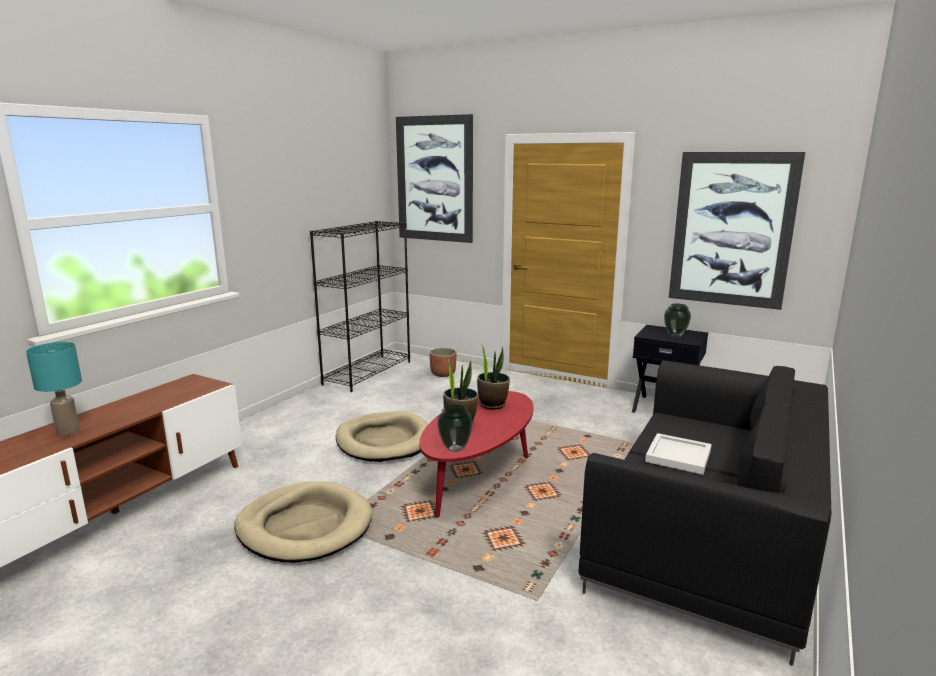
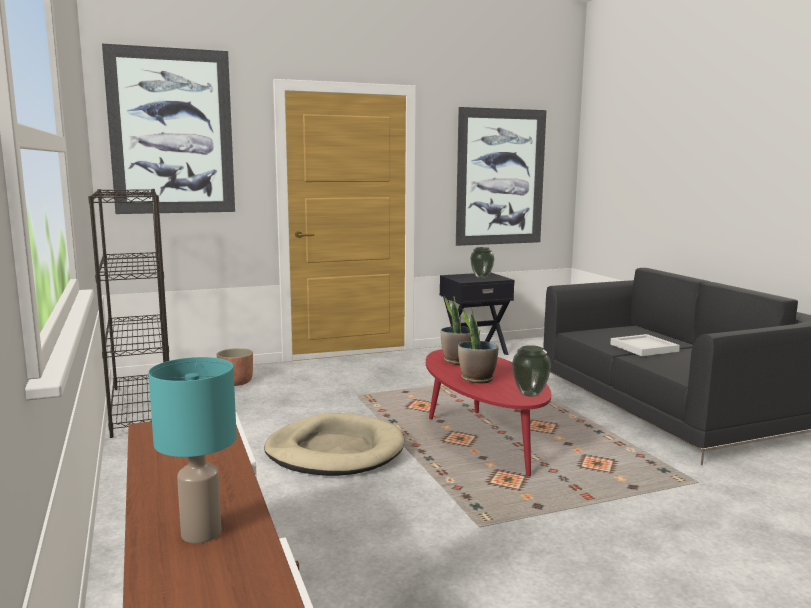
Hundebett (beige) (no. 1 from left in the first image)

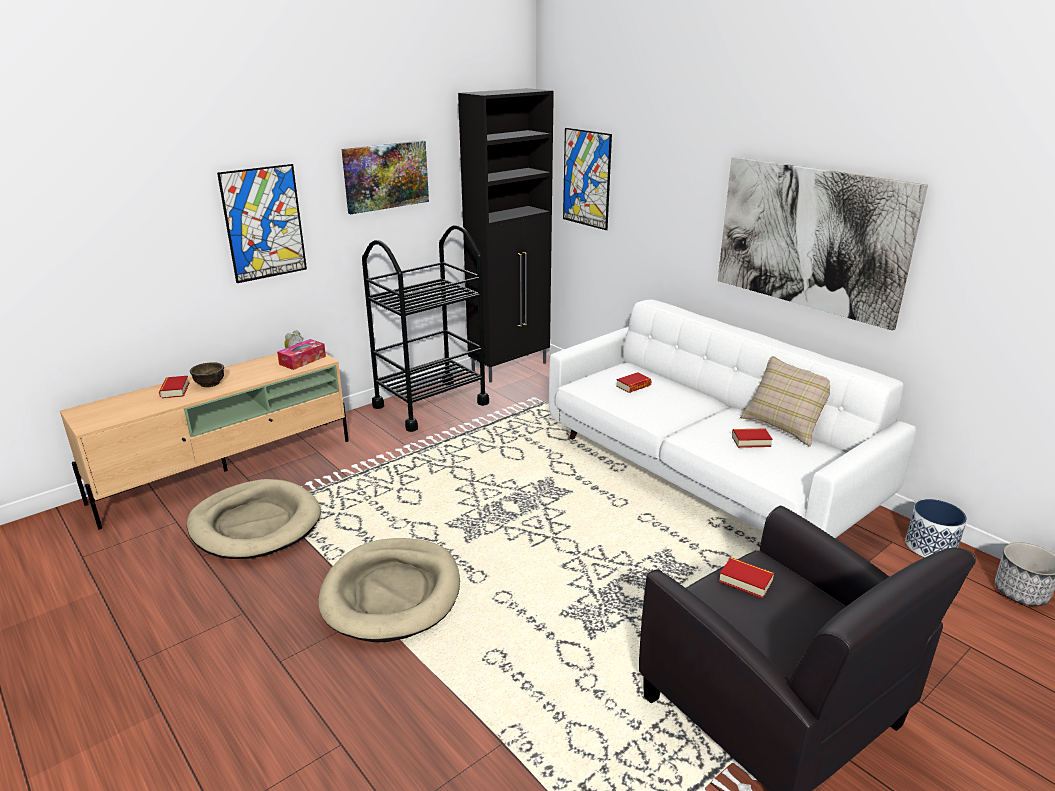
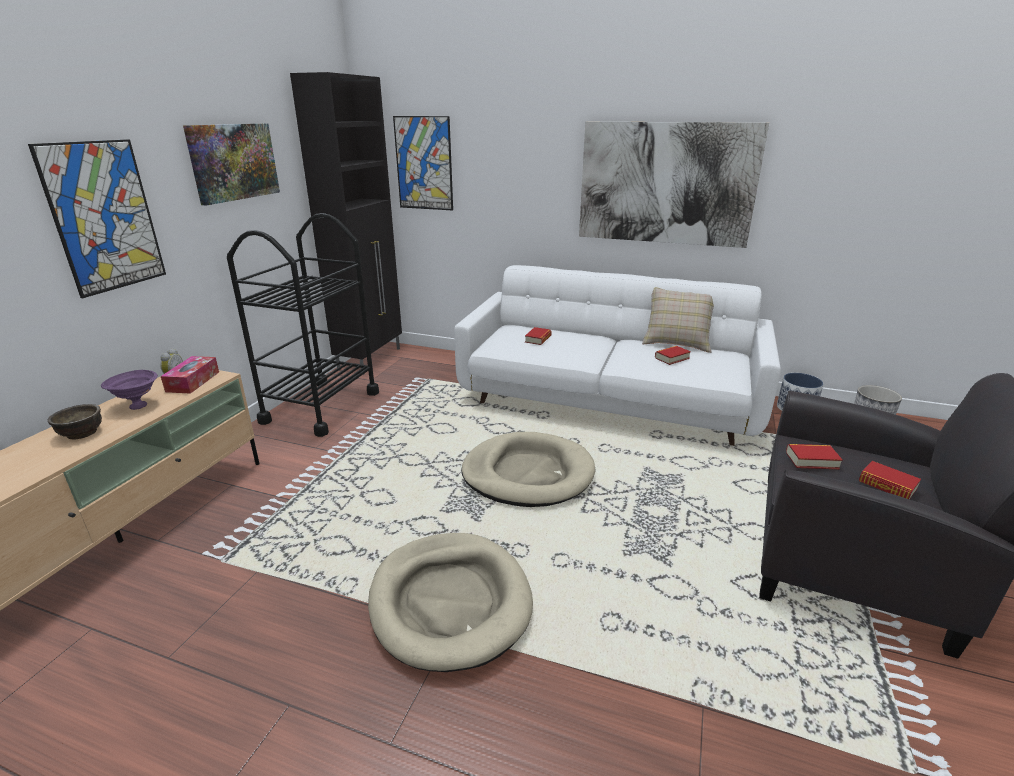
Schüssel (lila)
Buch (no. 4 from left)
Hundebett (beige) (no. 2 from left)

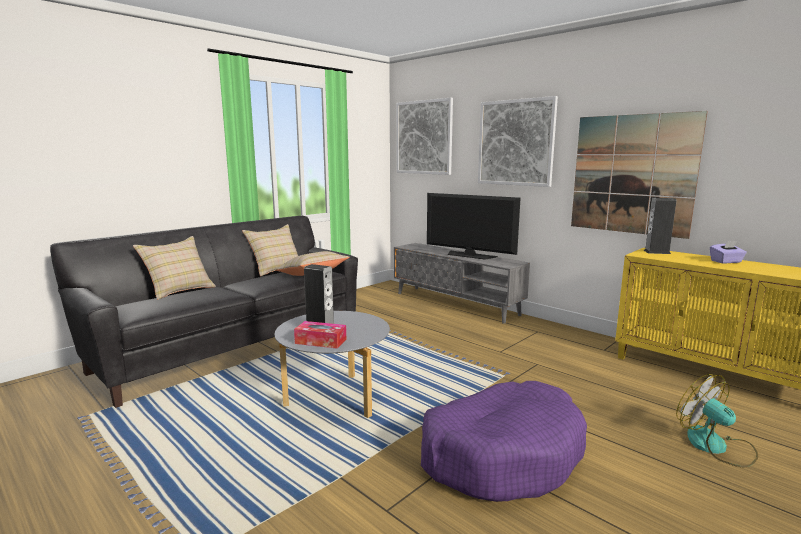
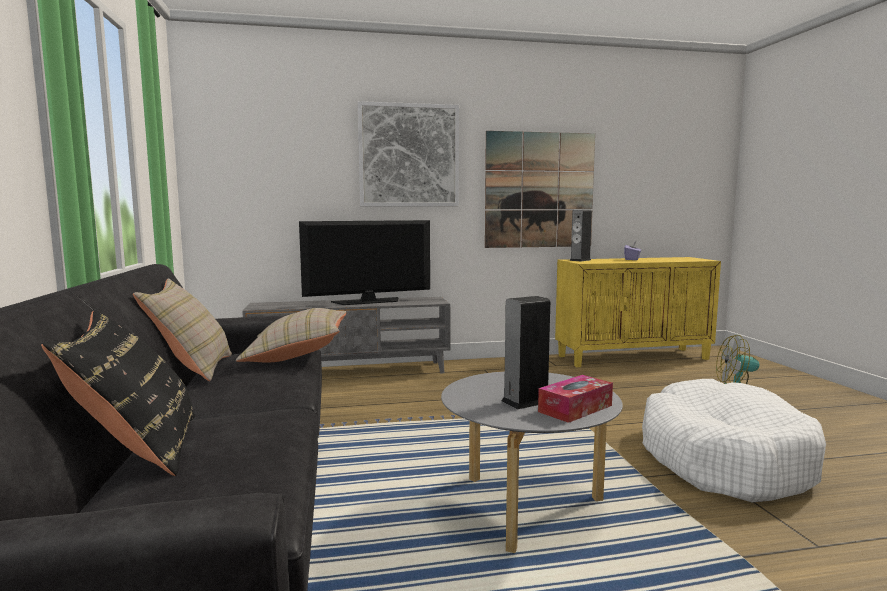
Bild (no. 1 from left in the first image)
Kissen (schwarz)
Hundebett (weiß)

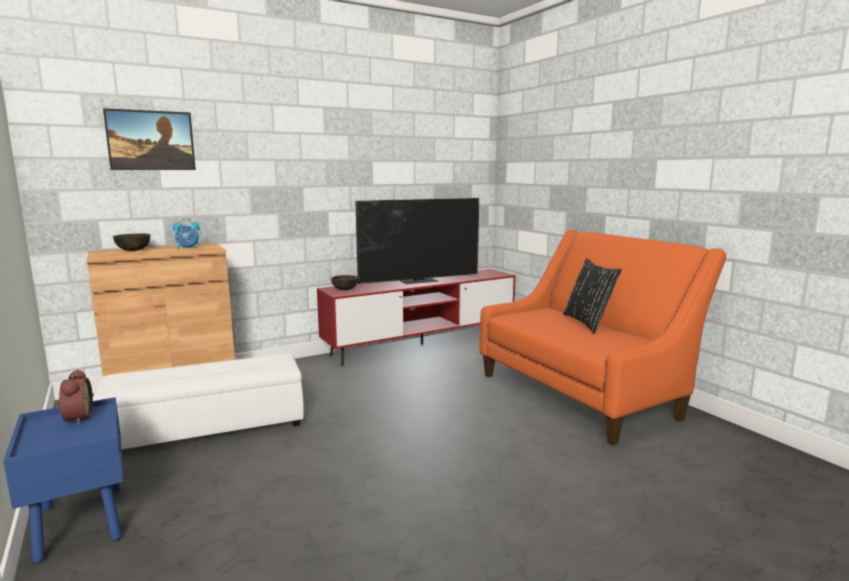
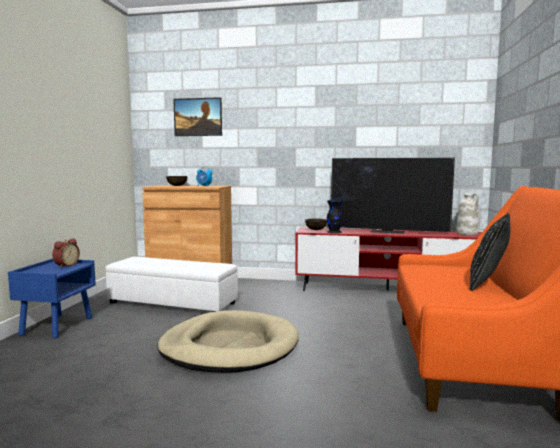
Hundebett (beige)
Vase (schwarz)
Vase (weiß)

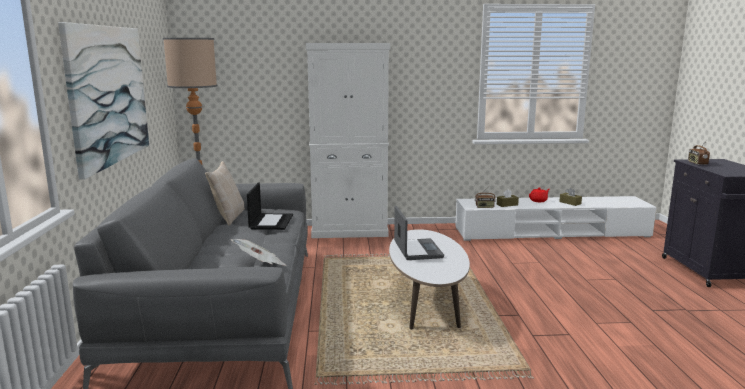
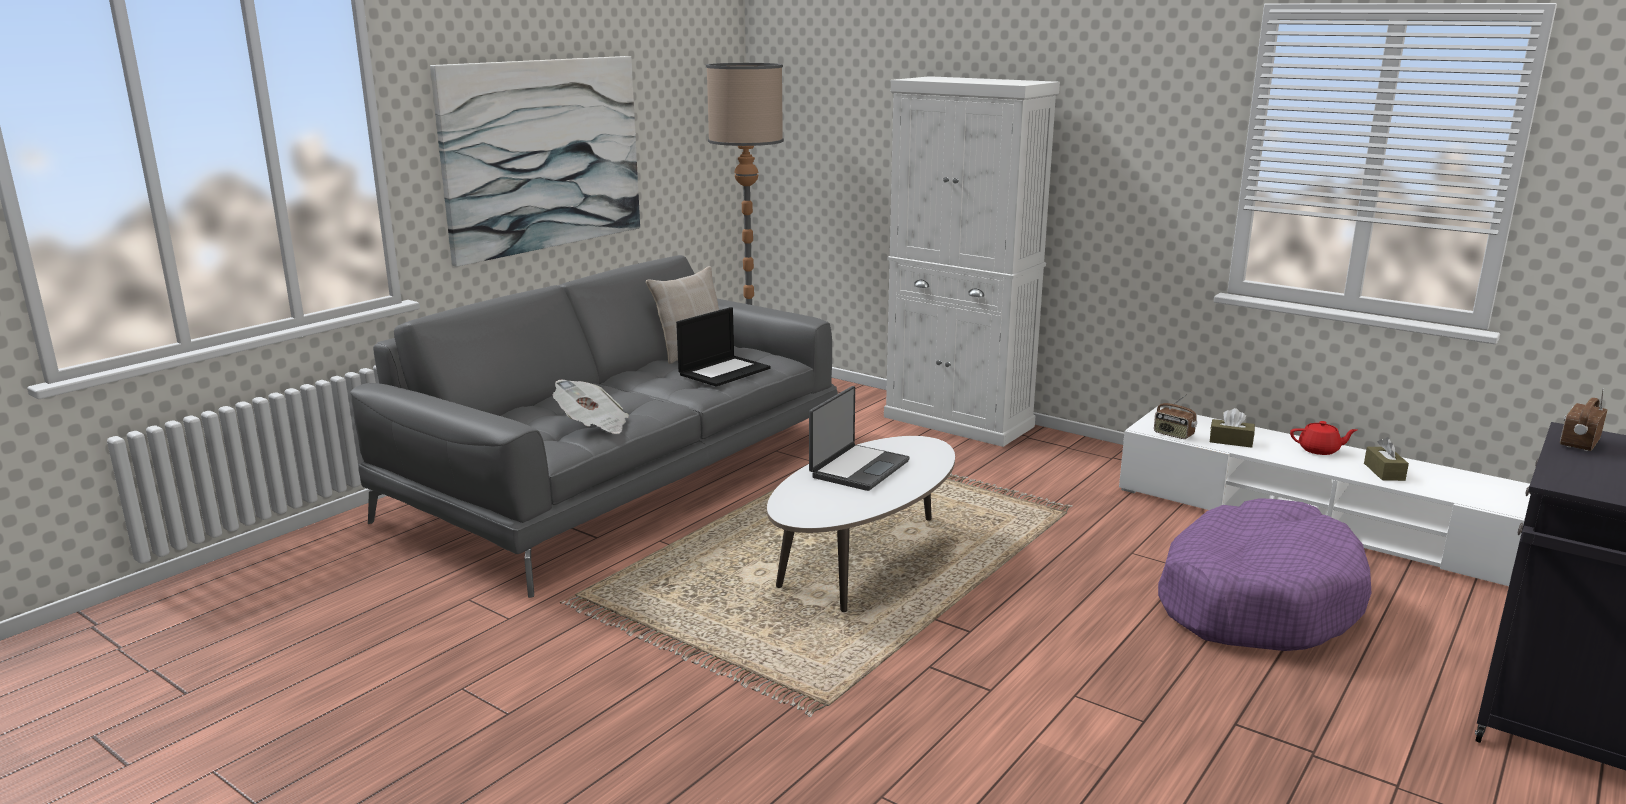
Hundebett (lila)

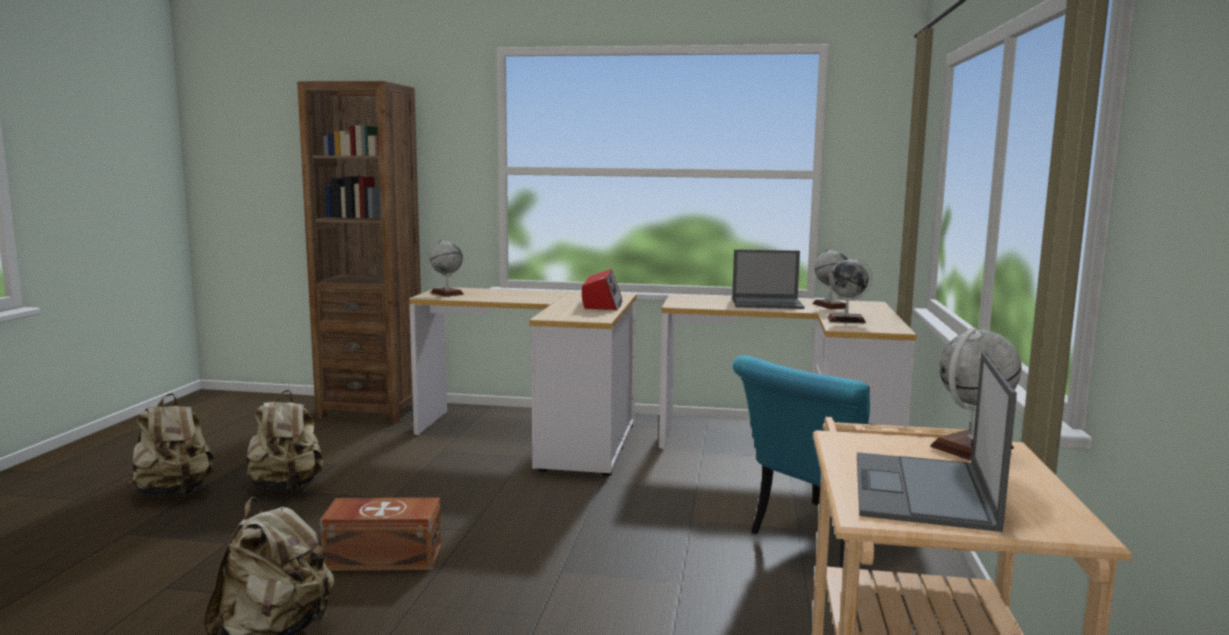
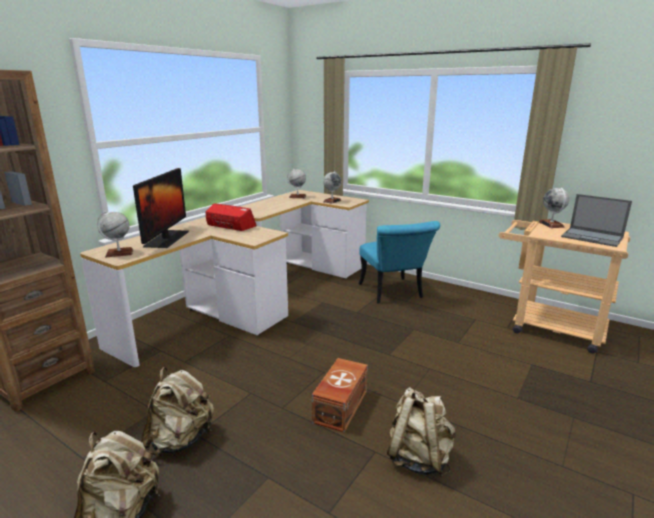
Laptop (no. 1 from left in the first image)
Monitor

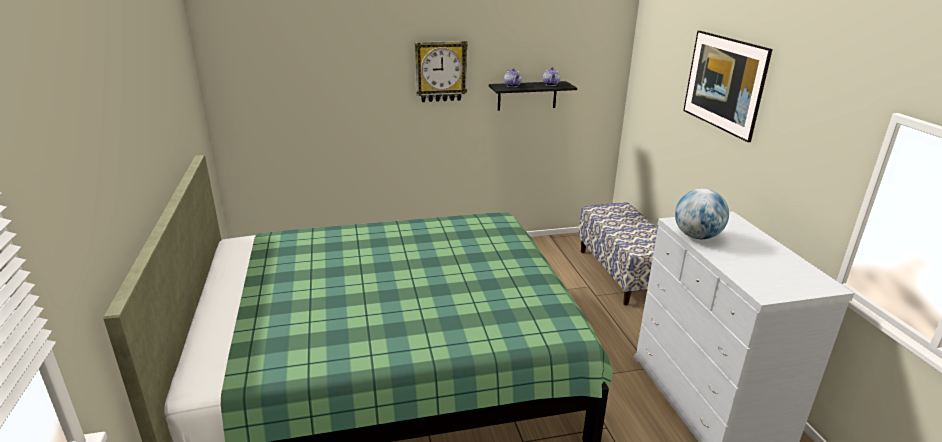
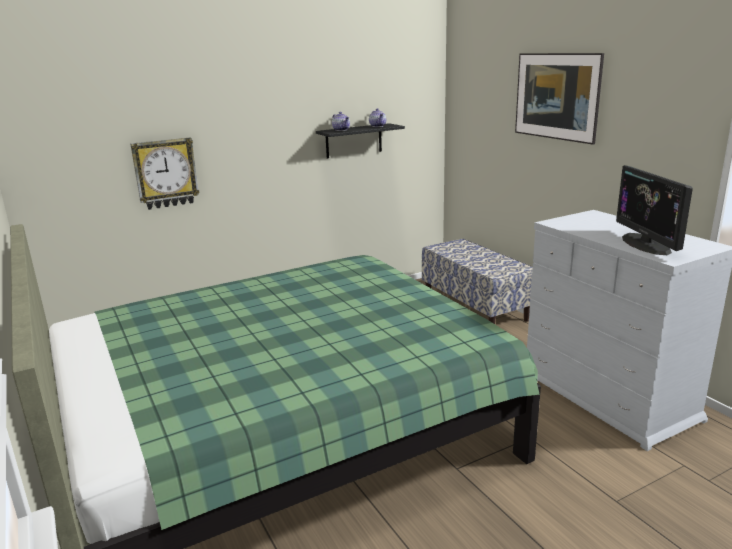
Globus
Monitor
Wanduhr

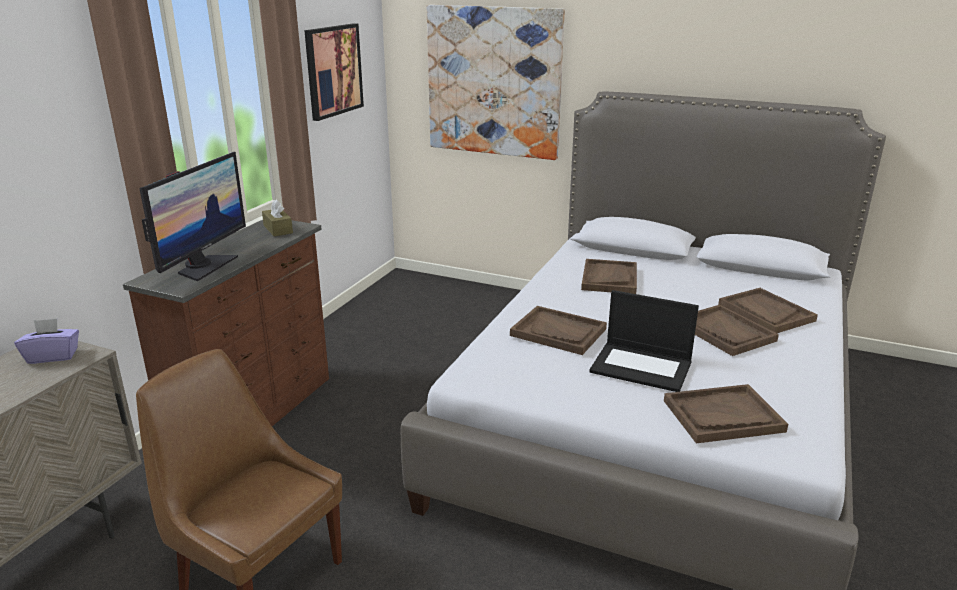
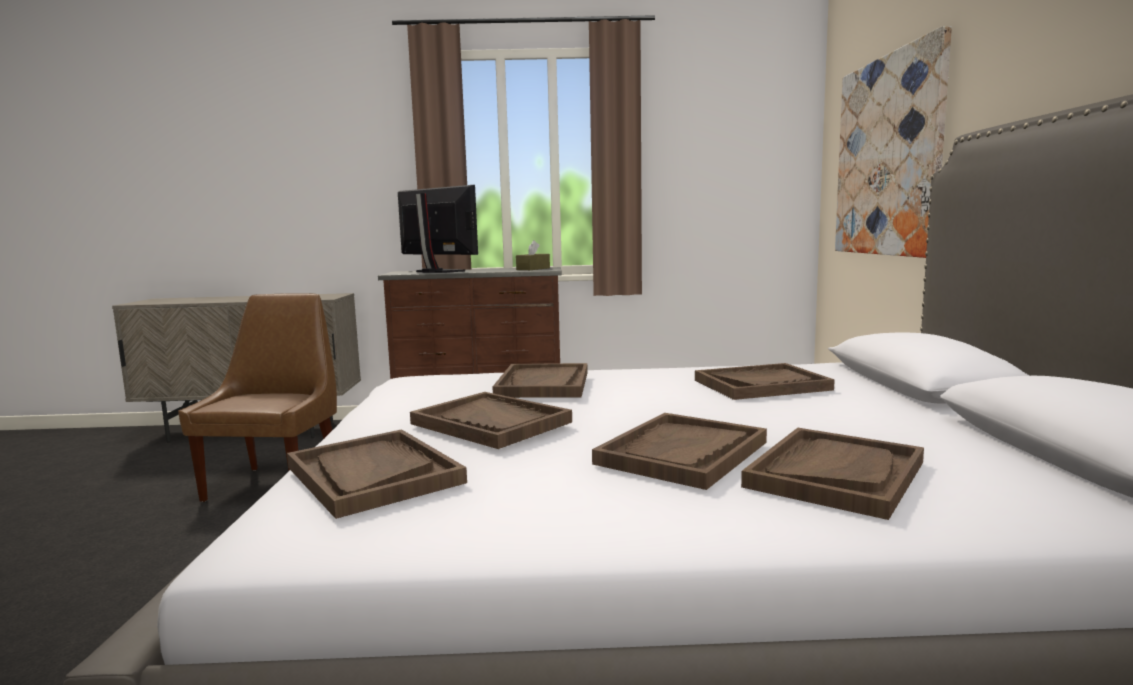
Taschentuchbox (lila)
Bild (no. 1 from left in the first image)
Tablett (braun) (no. 2 from left)
Monitor

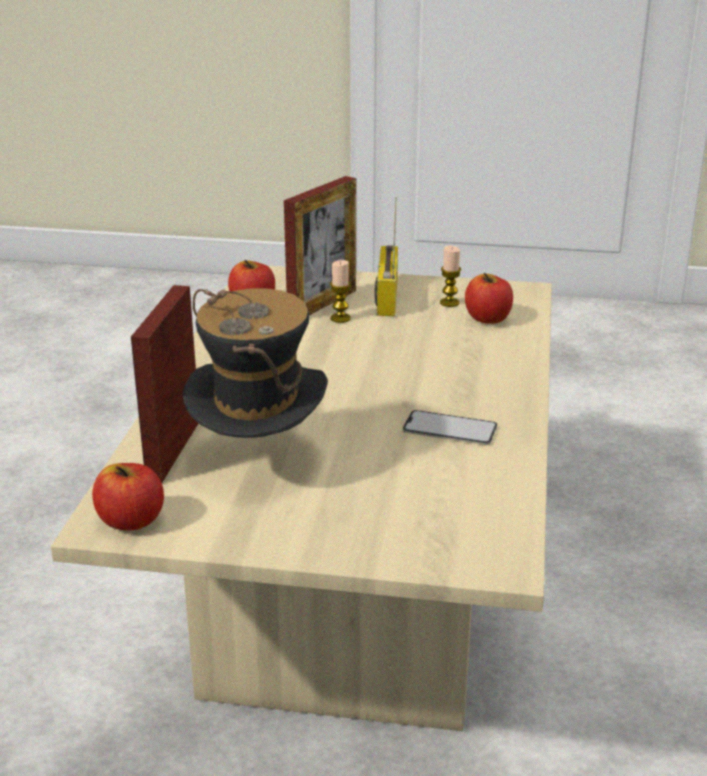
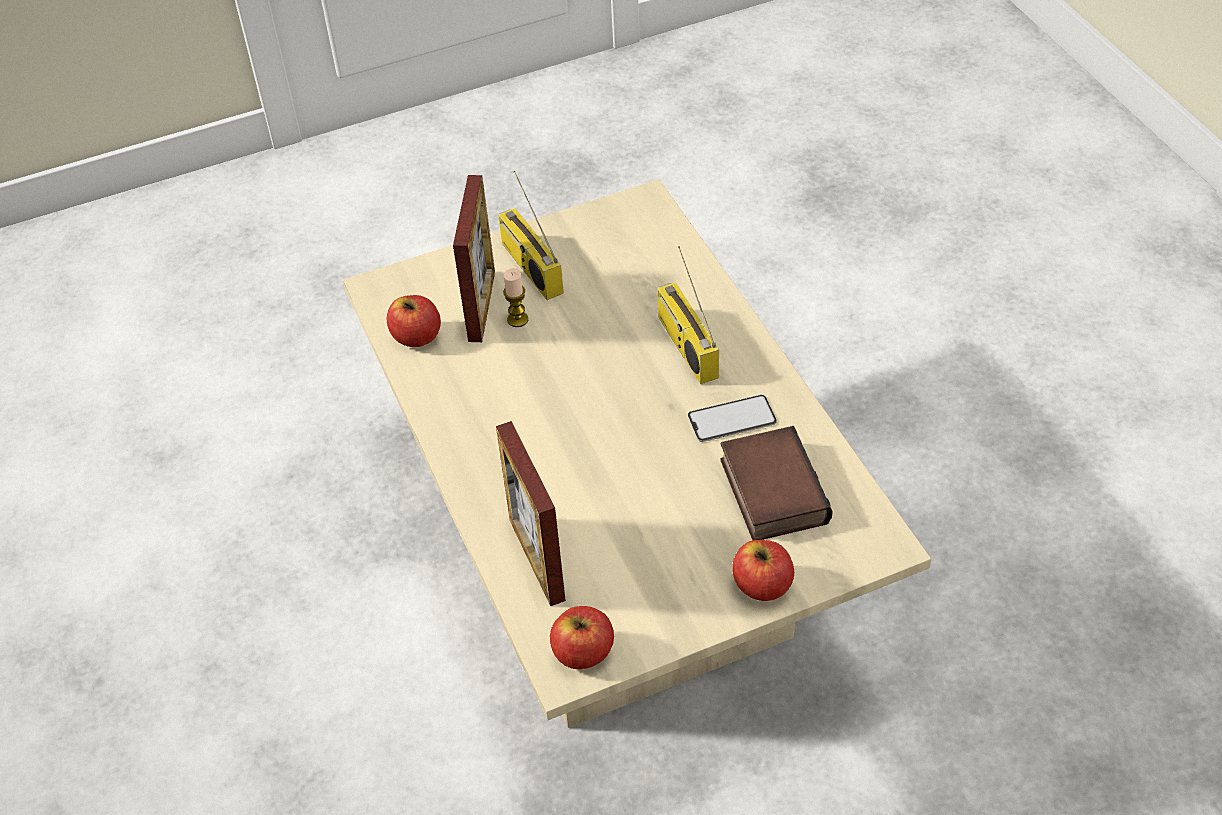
Hut
Kerze (no. 2 from left in the first image)
Radio (no. 2 from left)
Buch
Apfel (no. 3 from left)

